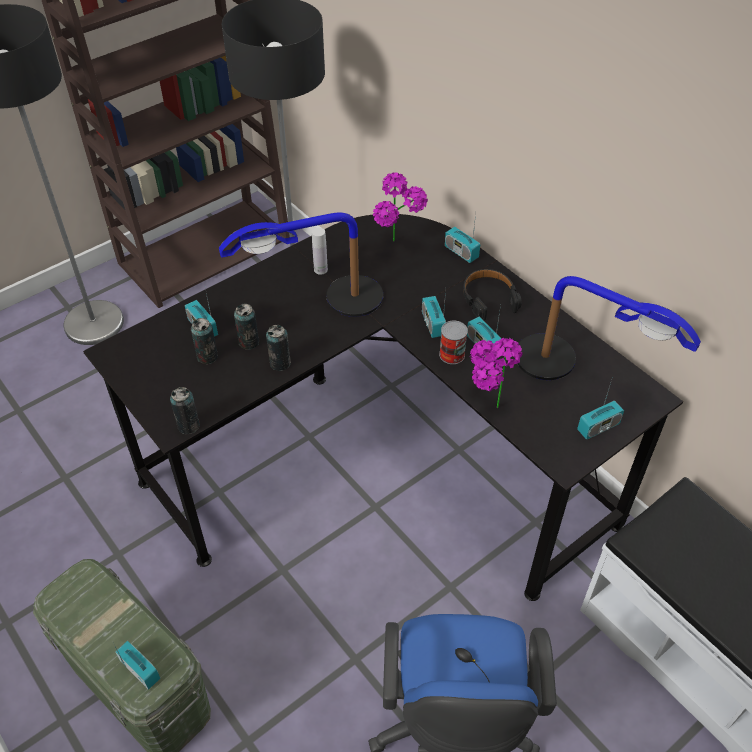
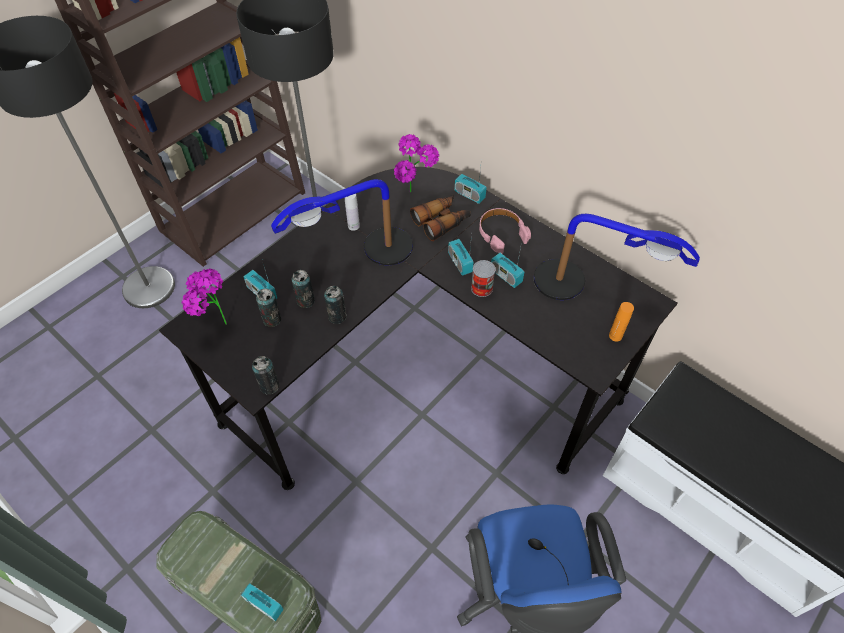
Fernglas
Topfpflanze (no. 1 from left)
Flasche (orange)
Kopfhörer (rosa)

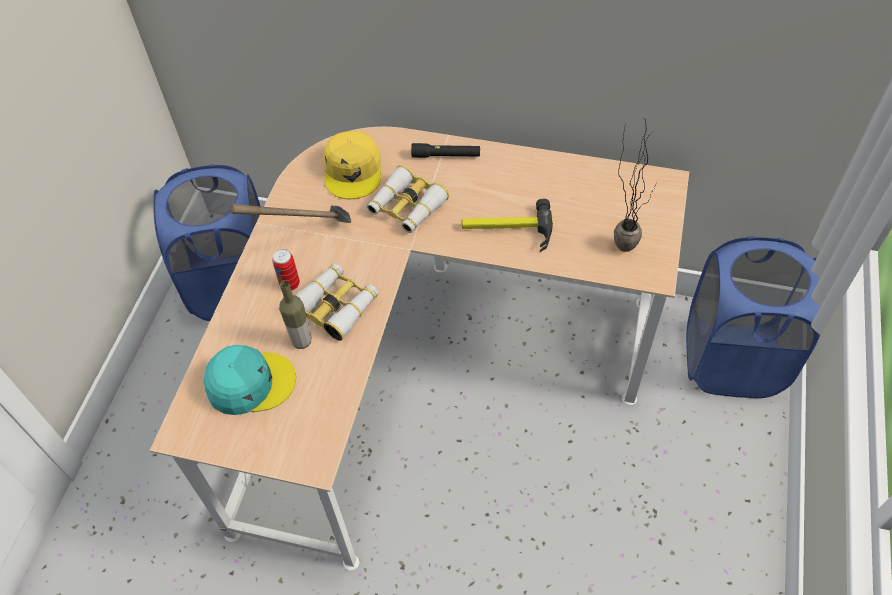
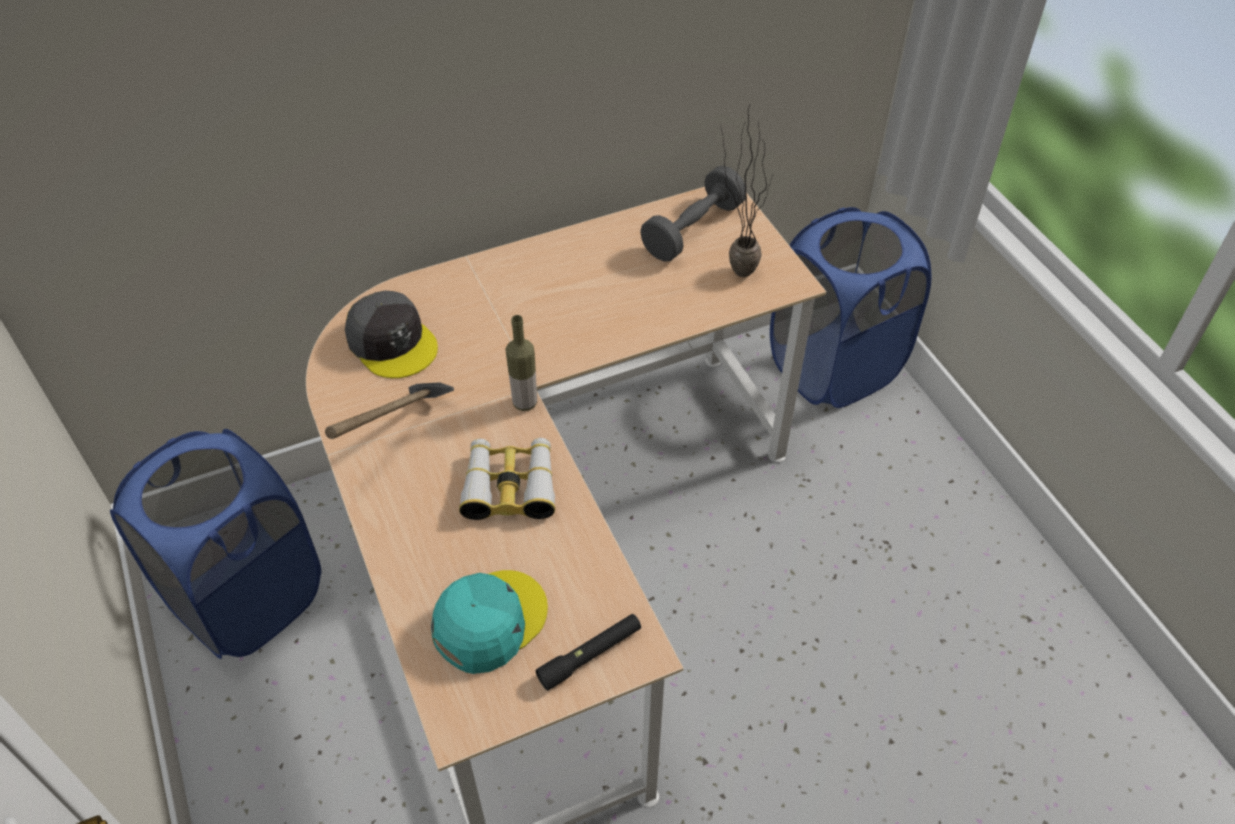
Dose
Fernglas (no. 2 from left in the first image)
Hammer (no. 2 from left in the first image)
Hantel (grau)
Flasche
Taschenlampe (schwarz)
Kappe (grau)

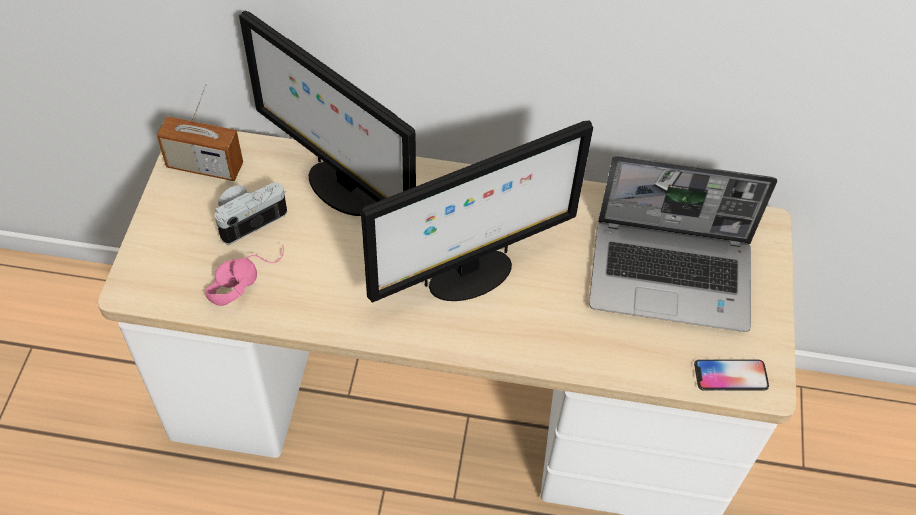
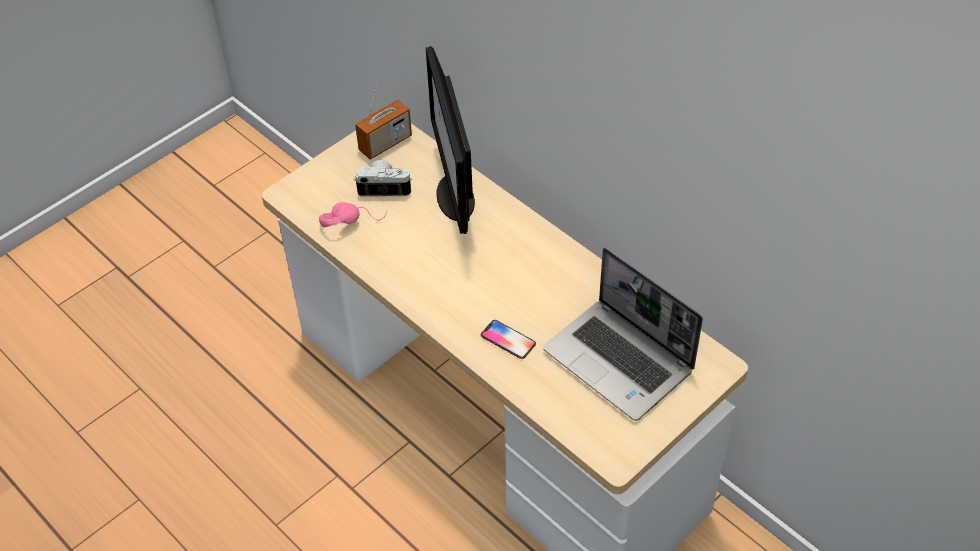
Monitor (no. 2 from left in the first image)
Handy
Radio

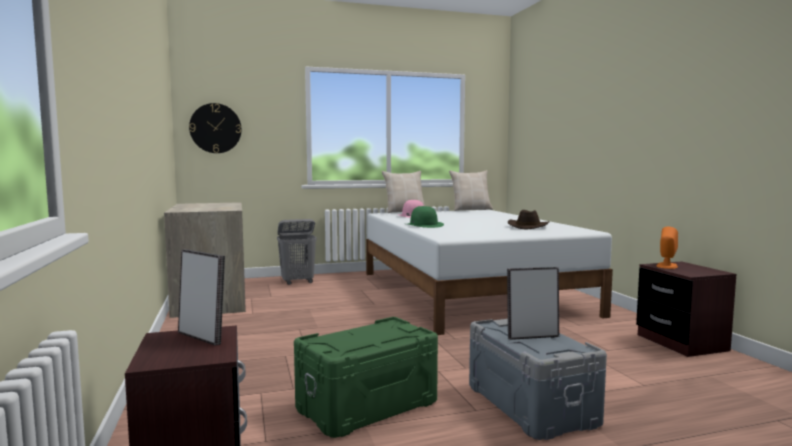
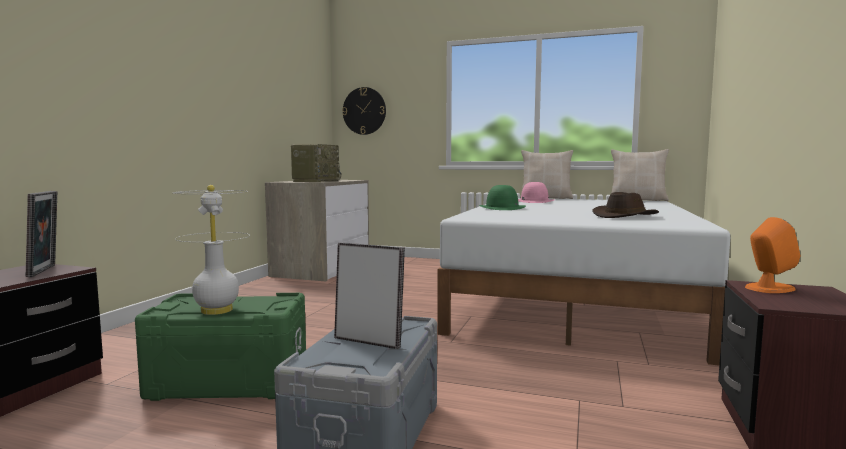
Wäschekorb (grau)
Tischlampe (weiß)
Radio

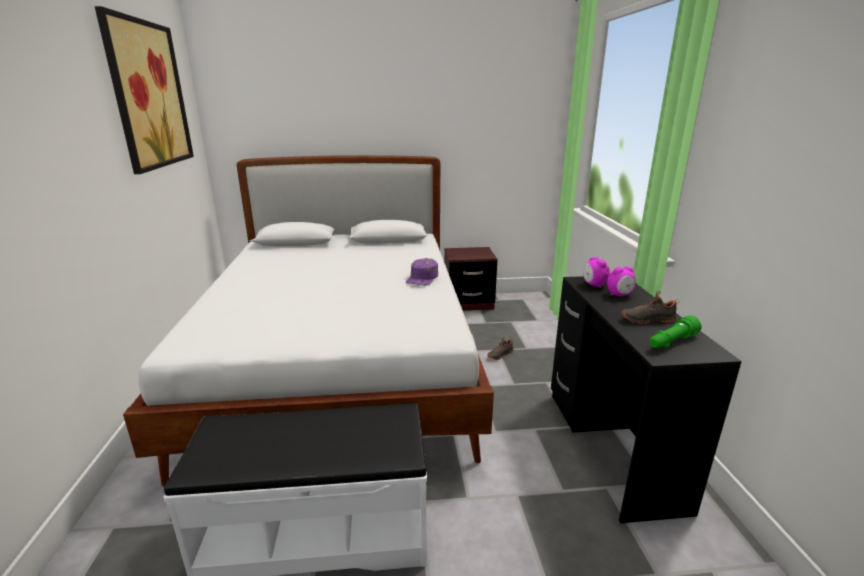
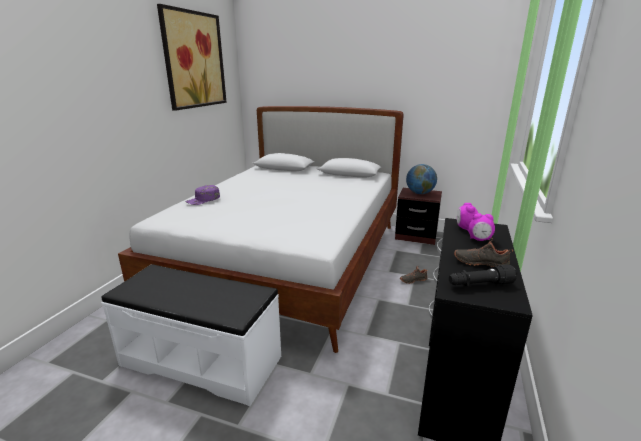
Globus
Kappe (lila)
Taschenlampe (schwarz)

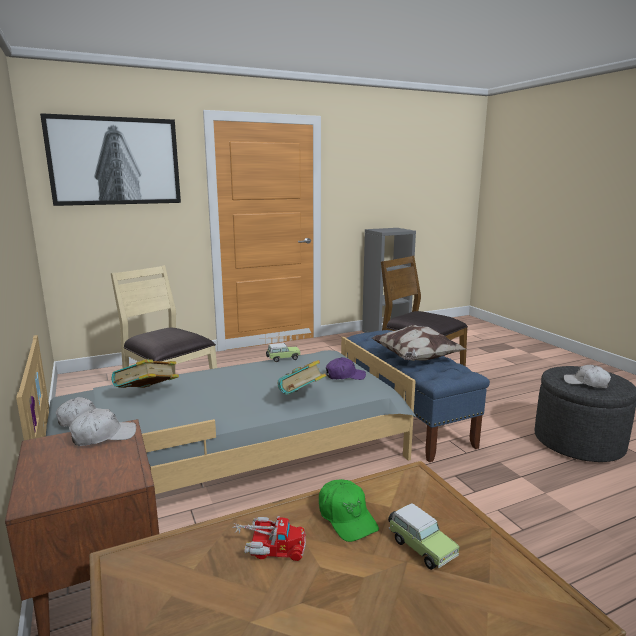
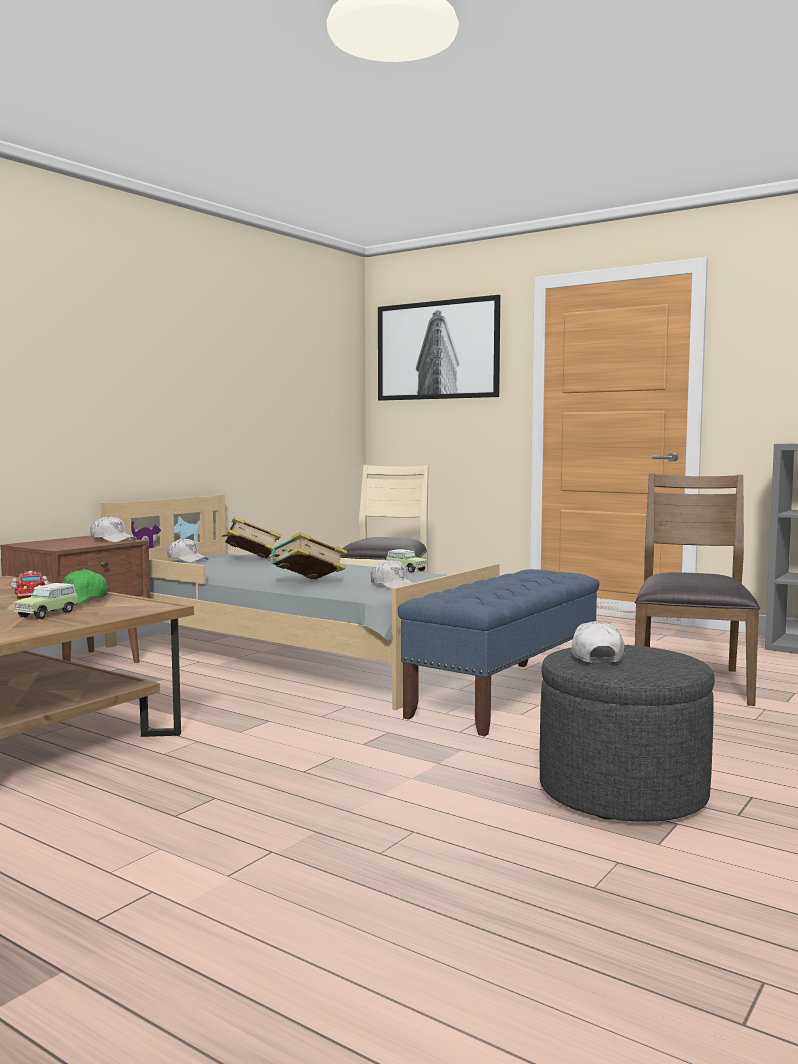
Kissen
Kappe (weiß) (no. 3 from left)

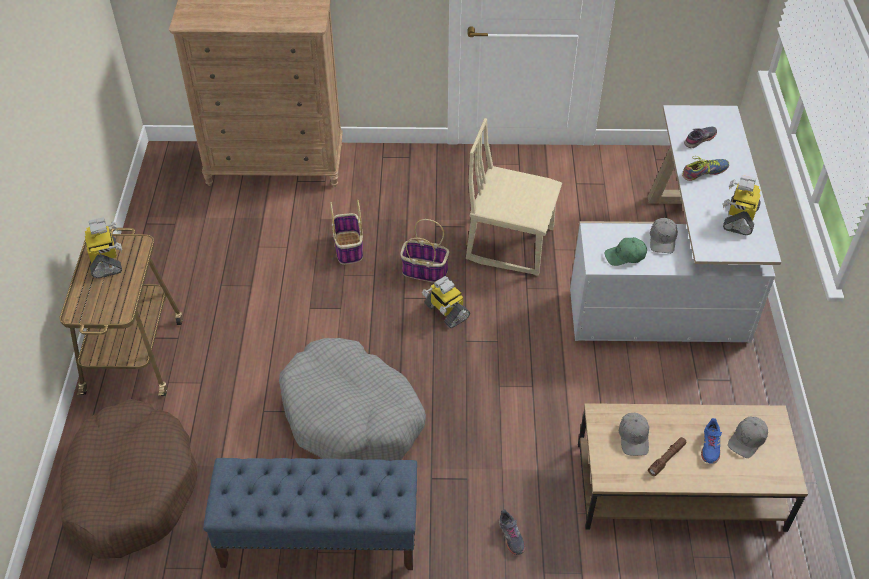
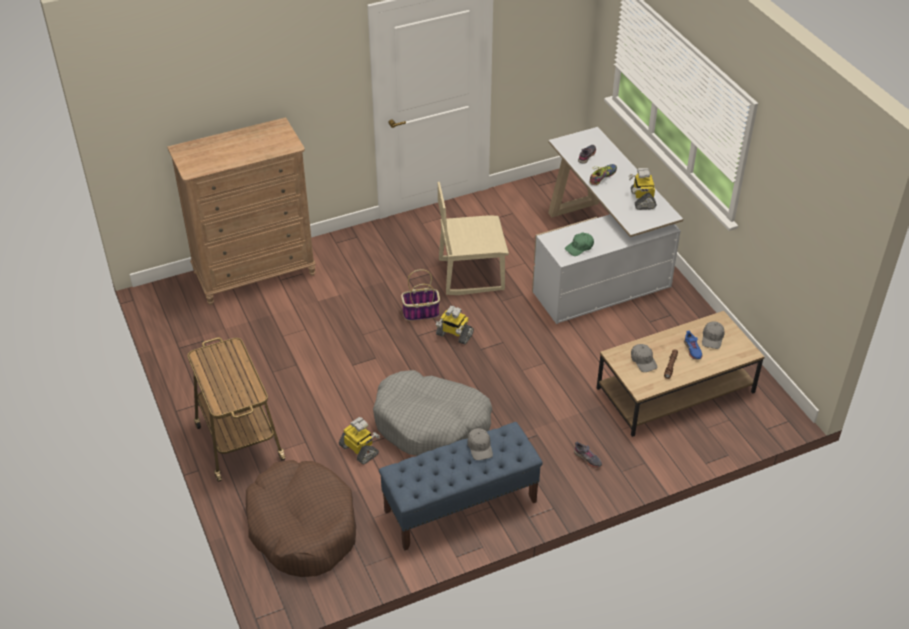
Korb (no. 1 from left in the first image)
Spielzeugroboter (no. 1 from left)
Kappe (grau) (no. 1 from left)

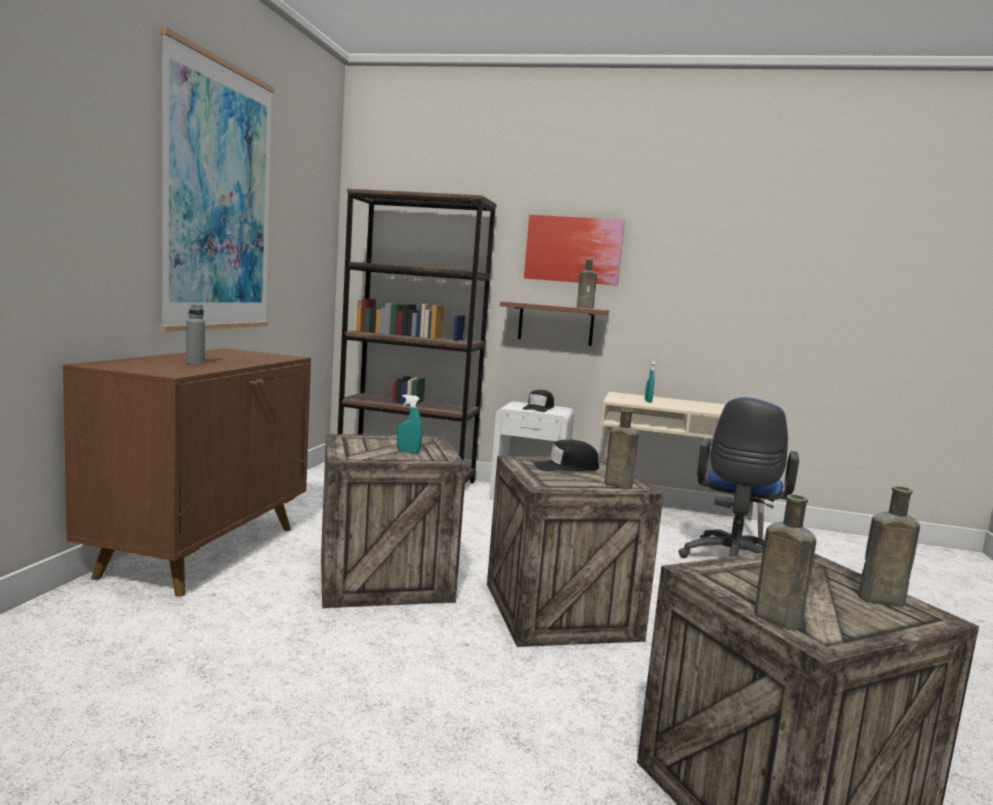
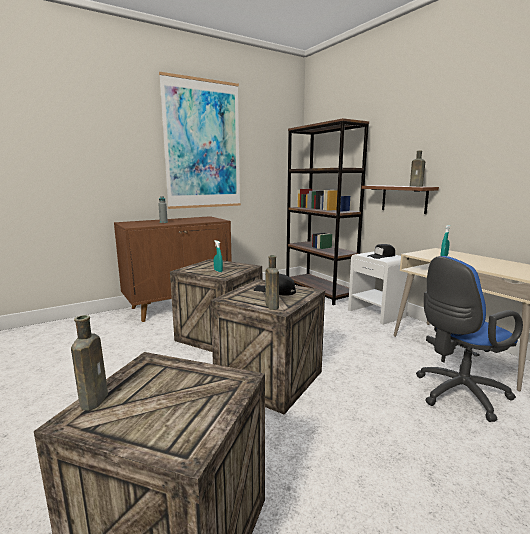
Bild (no. 2 from left in the first image)
Flasche (braun) (no. 4 from left in the first image)

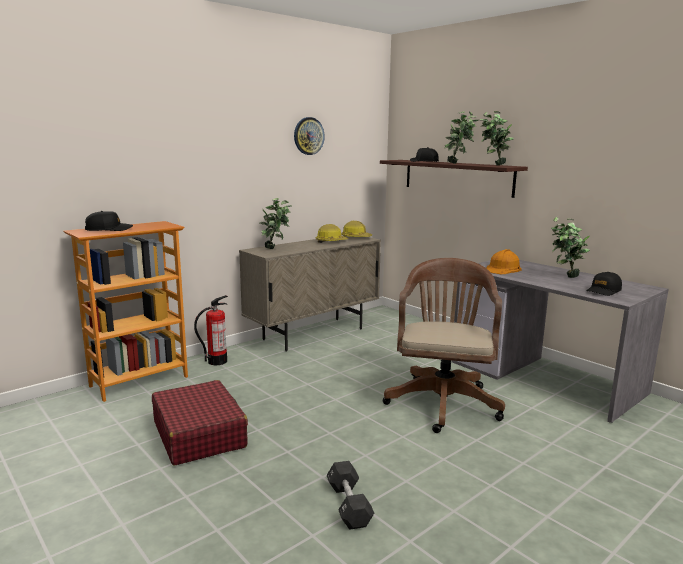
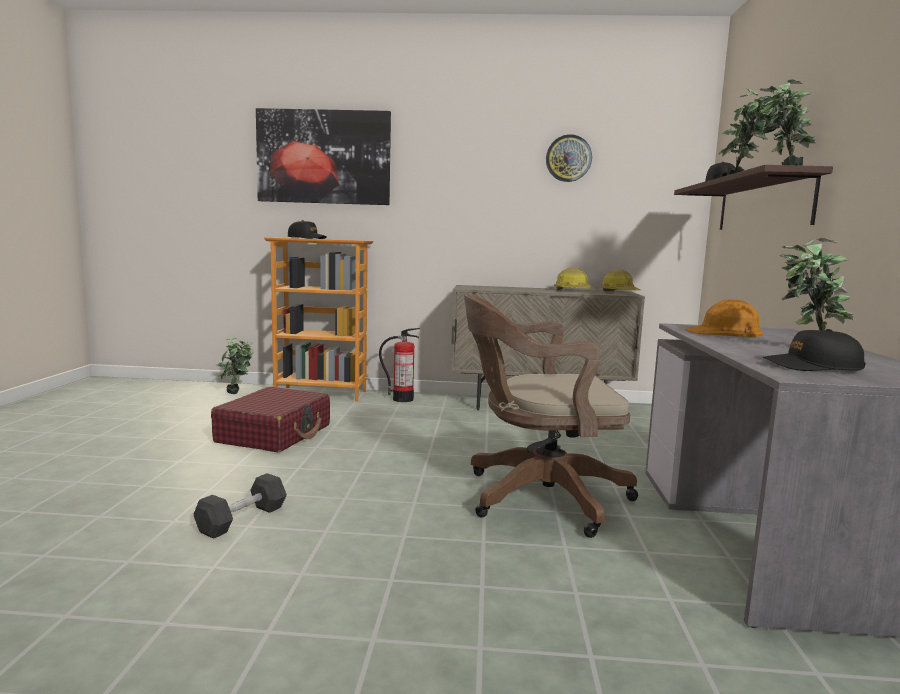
Bild
Topfpflanze (no. 1 from left)
Bürostuhl (braun)

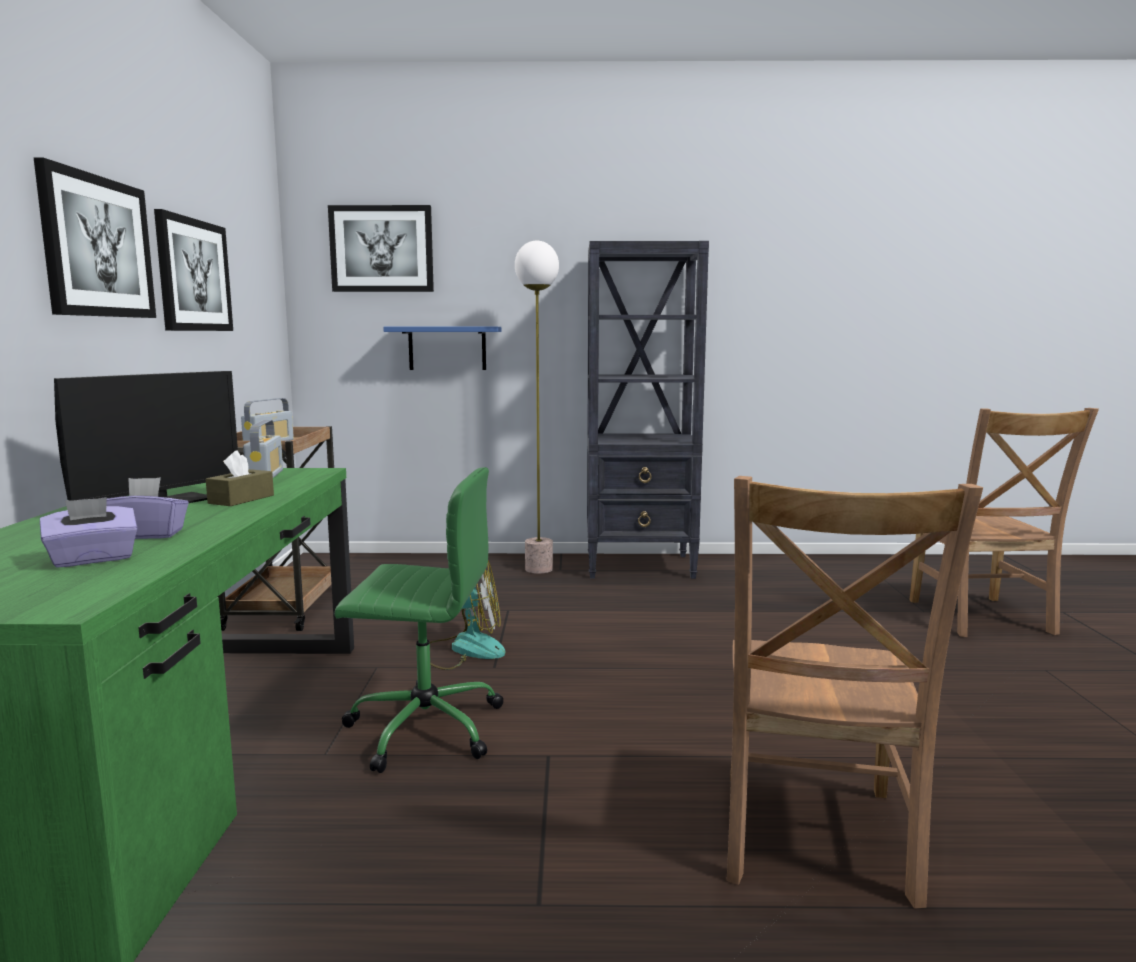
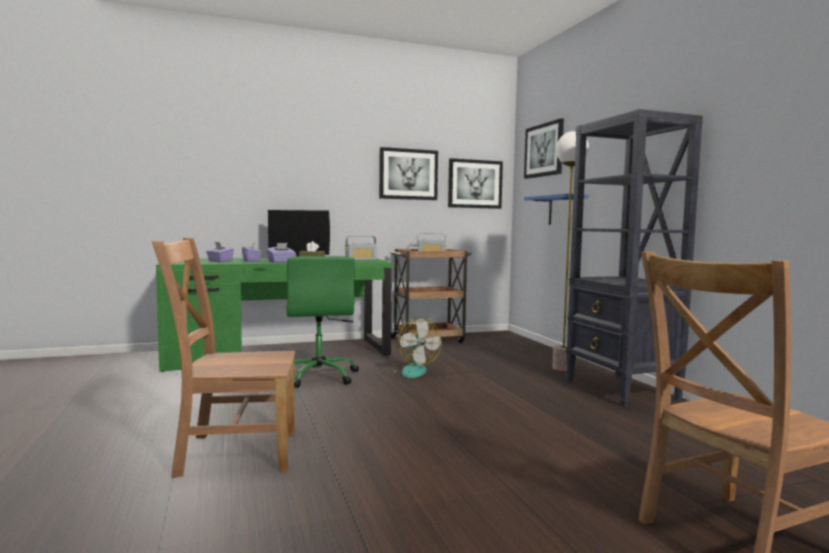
Taschentuchbox (lila) (no. 3 from left)
Bild (no. 2 from left)

